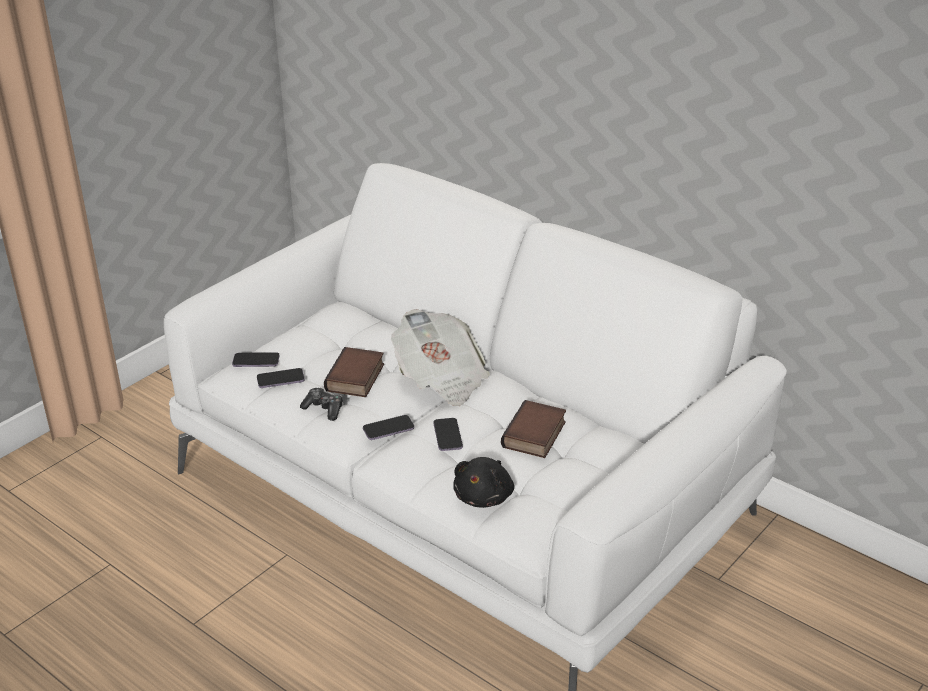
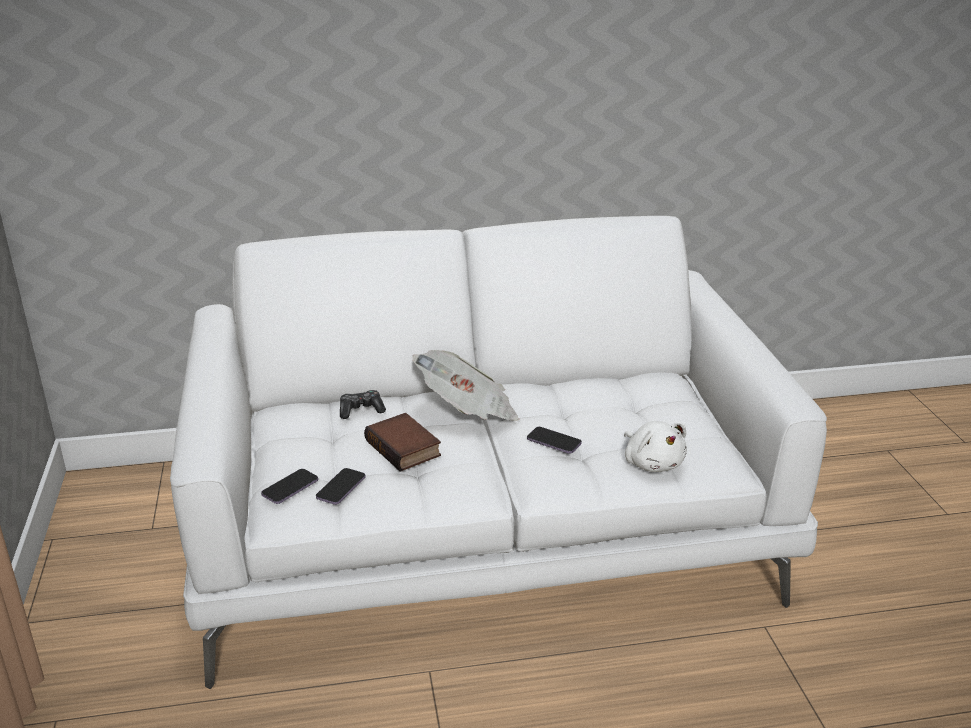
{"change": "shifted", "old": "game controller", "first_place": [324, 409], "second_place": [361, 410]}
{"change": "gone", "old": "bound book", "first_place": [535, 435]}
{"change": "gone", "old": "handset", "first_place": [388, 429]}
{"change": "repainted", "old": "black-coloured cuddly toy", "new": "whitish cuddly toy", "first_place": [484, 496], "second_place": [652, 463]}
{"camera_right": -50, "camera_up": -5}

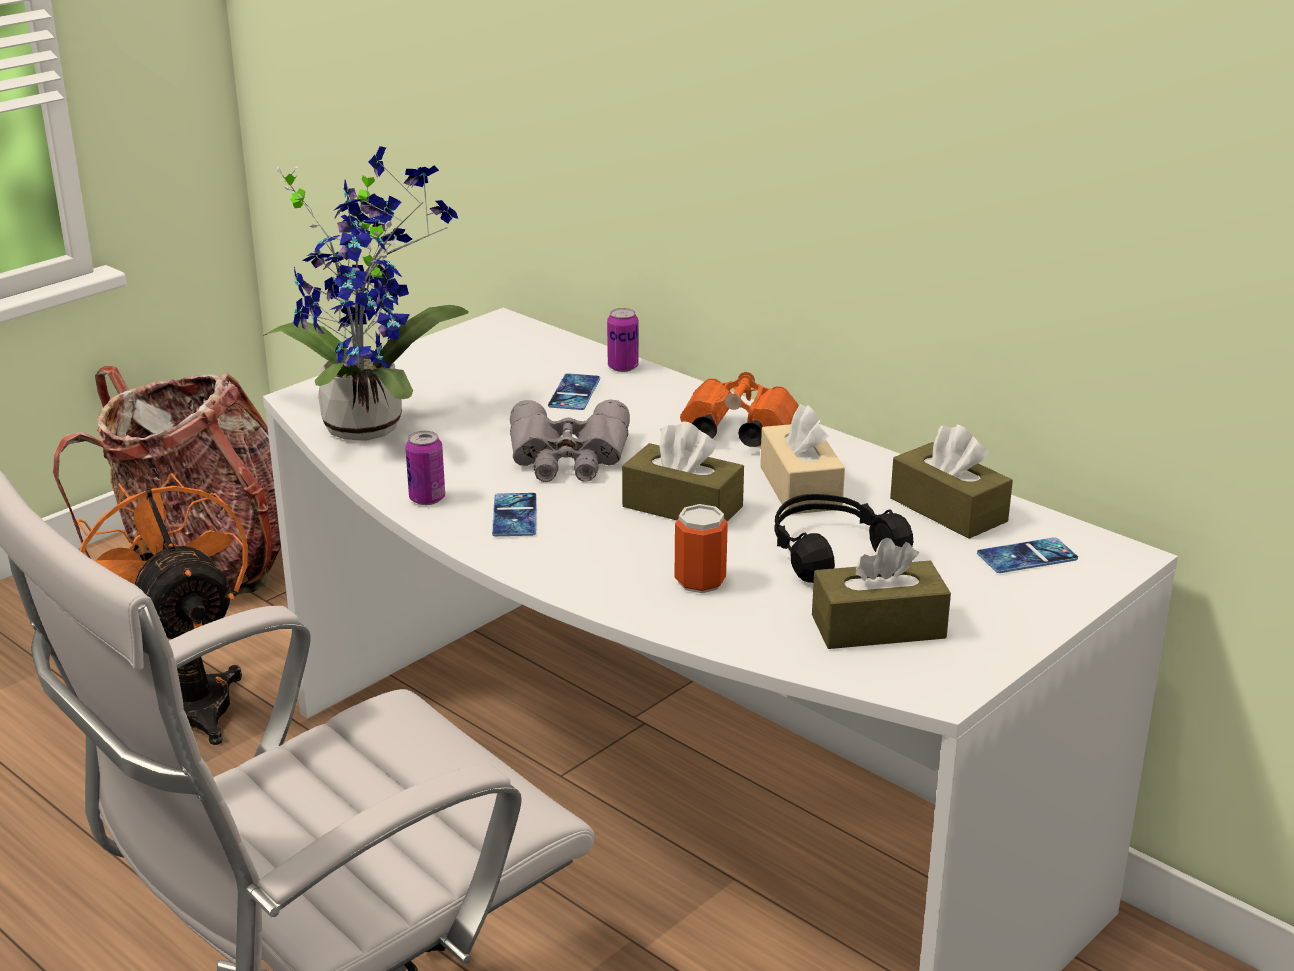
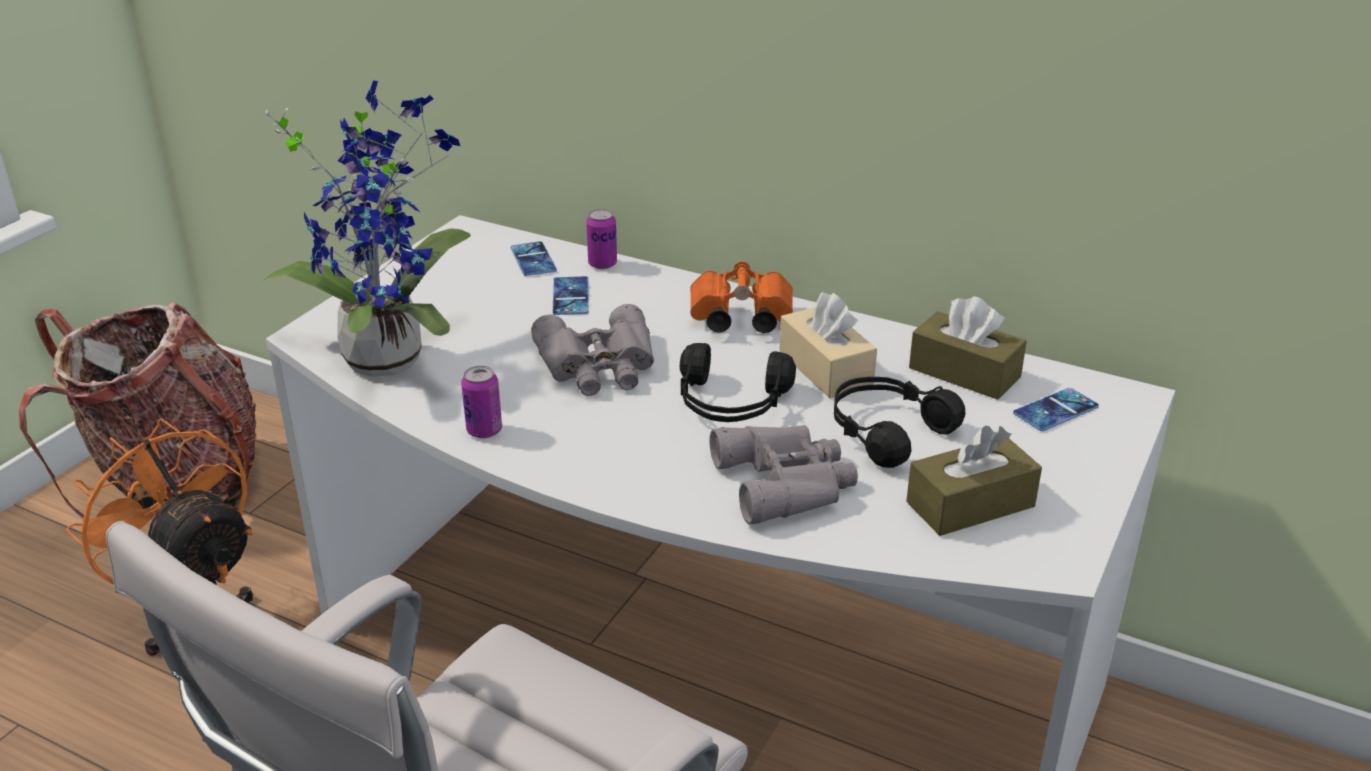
{"change": "swapped", "old": "brown-coloured tissue holder", "new": "black-coloured headphones", "first_place": [682, 507], "second_place": [730, 404]}
{"change": "shifted", "old": "handset", "first_place": [514, 515], "second_place": [533, 259]}
{"change": "swapped", "old": "metal can", "new": "grey binoculars", "first_place": [700, 581], "second_place": [787, 482]}
{"camera_right": -15, "camera_up": 5}

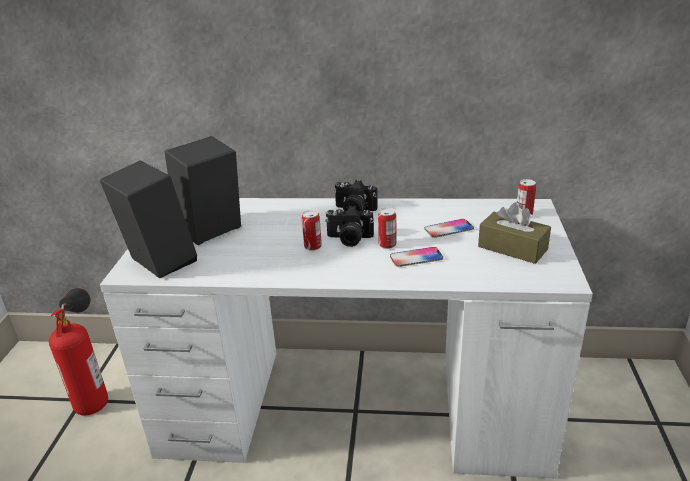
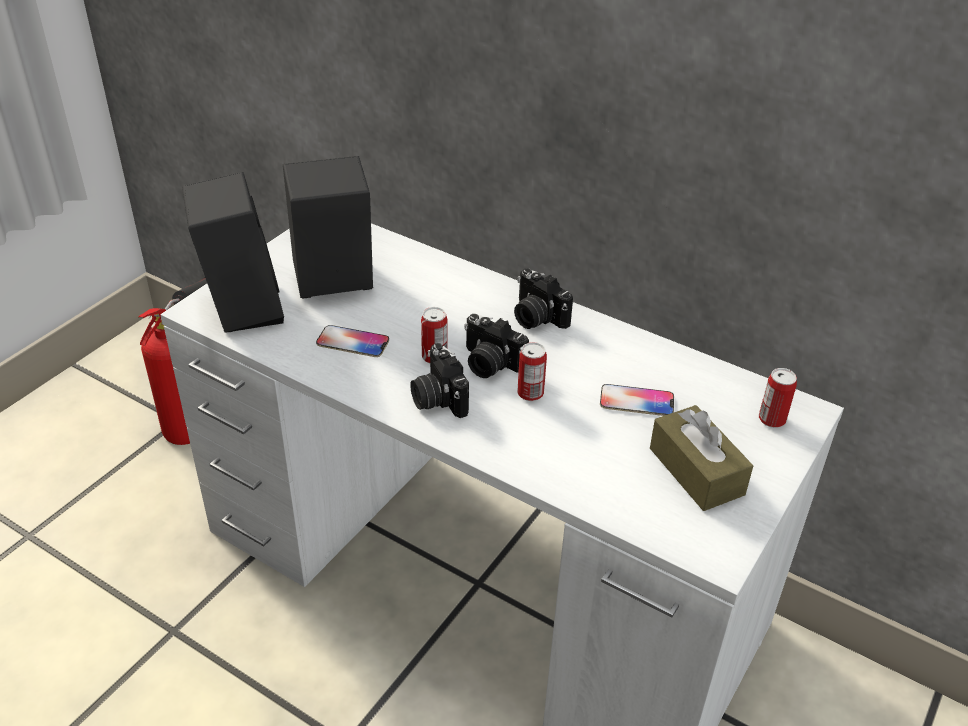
{"change": "shifted", "old": "handset", "first_place": [416, 258], "second_place": [353, 342]}
{"change": "new", "new": "photo camera", "second_place": [437, 398]}
{"camera_right": 25, "camera_up": 10}

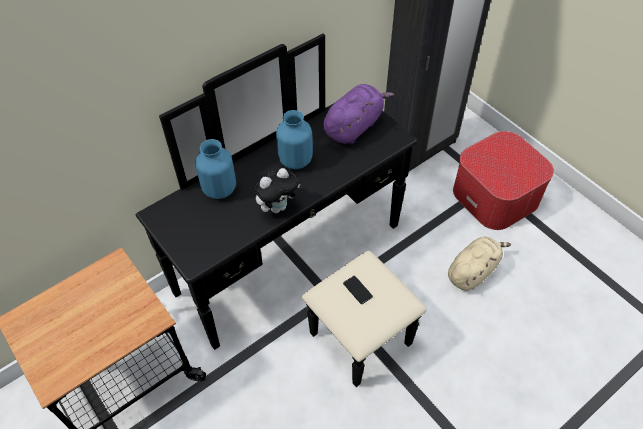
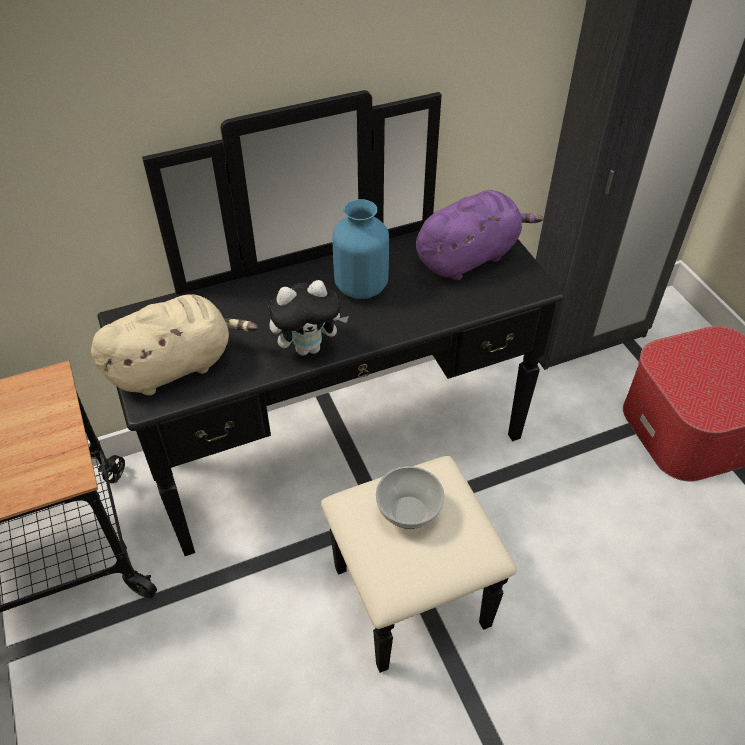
{"change": "gone", "old": "blue flower vase", "first_place": [220, 189]}
{"change": "shifted", "old": "sand-coloured cuddly toy", "first_place": [473, 271], "second_place": [176, 366]}
{"change": "swapped", "old": "handset", "new": "bowl", "first_place": [357, 290], "second_place": [409, 511]}
{"camera_right": 15, "camera_up": -5}

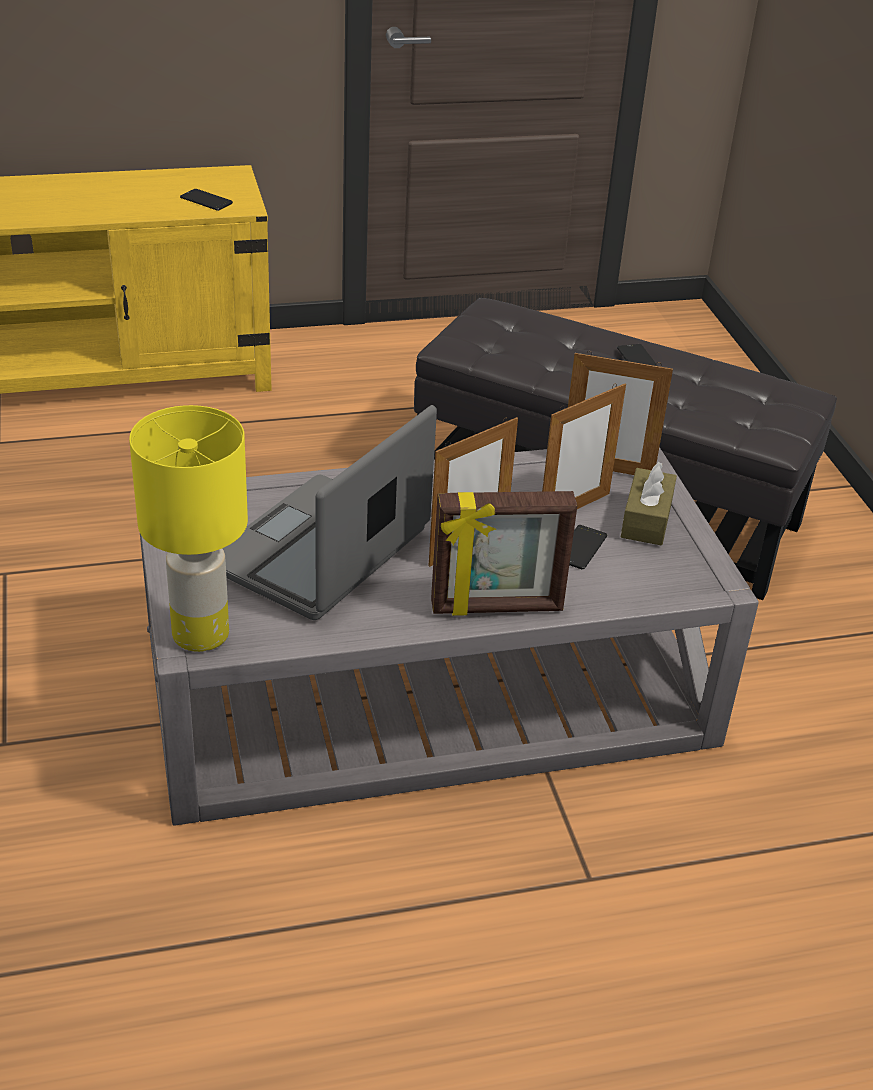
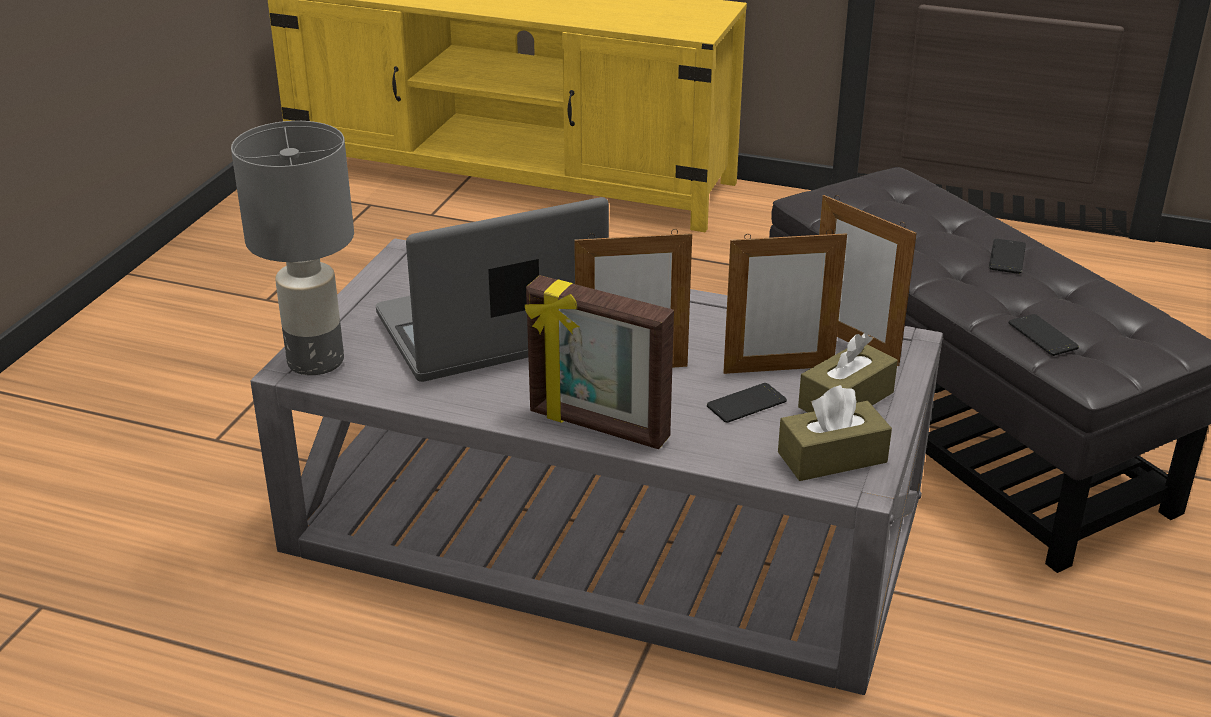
{"change": "shifted", "old": "handset", "first_place": [206, 200], "second_place": [1042, 336]}
{"change": "repainted", "old": "yellowish tabletop lamp", "new": "grey tabletop lamp", "first_place": [199, 634], "second_place": [314, 361]}
{"change": "new", "new": "brown-coloured tissue holder", "second_place": [832, 457]}
{"camera_right": 35, "camera_up": -5}

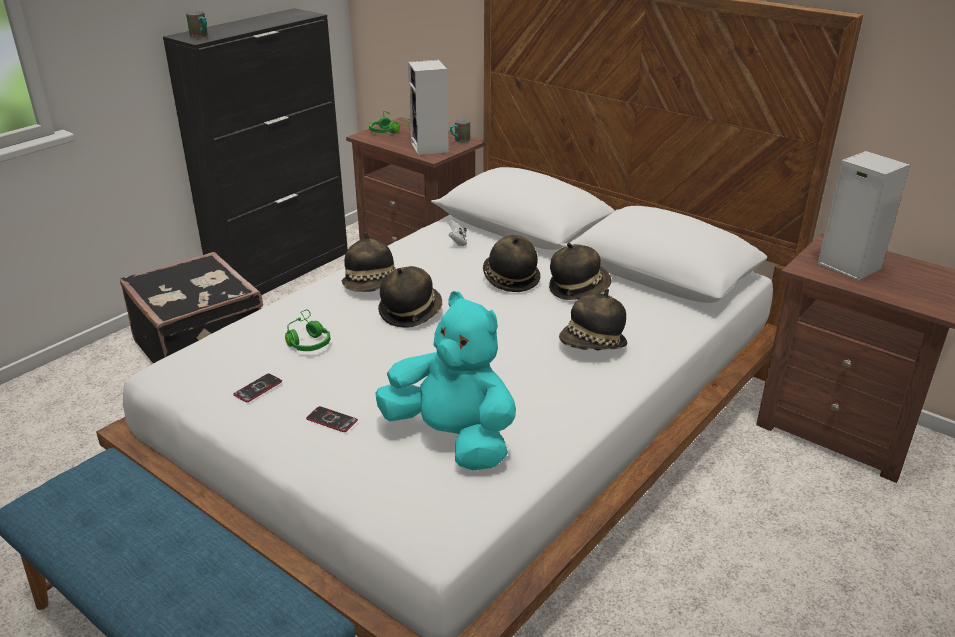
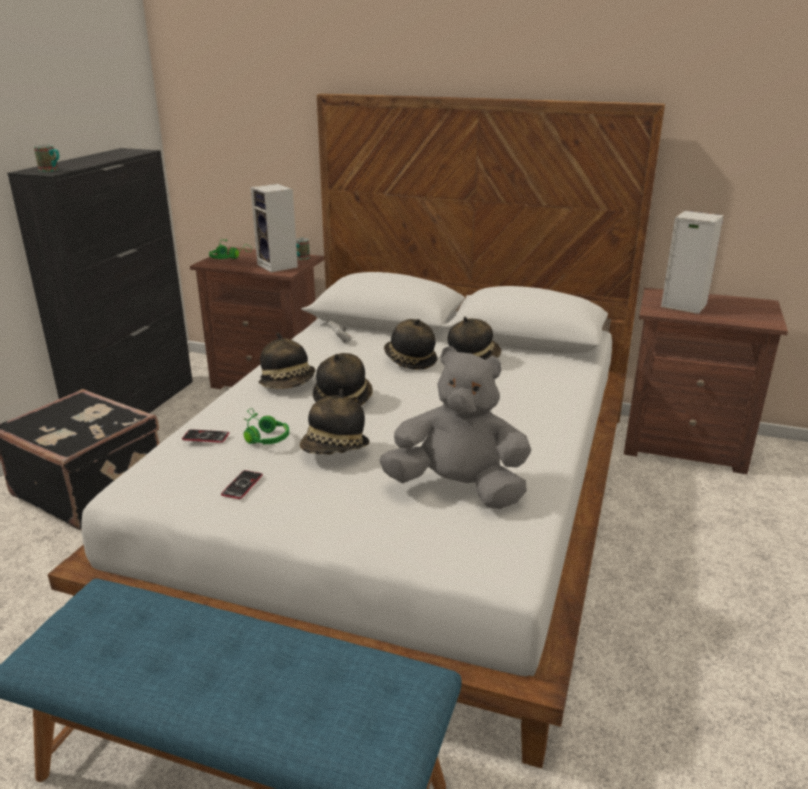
{"change": "shifted", "old": "wearable hat", "first_place": [592, 345], "second_place": [335, 450]}
{"change": "repainted", "old": "turquoise cuddly toy", "new": "grey cuddly toy", "first_place": [453, 438], "second_place": [458, 489]}
{"change": "shifted", "old": "handset", "first_place": [332, 420], "second_place": [205, 437]}
{"camera_right": -20, "camera_up": -5}

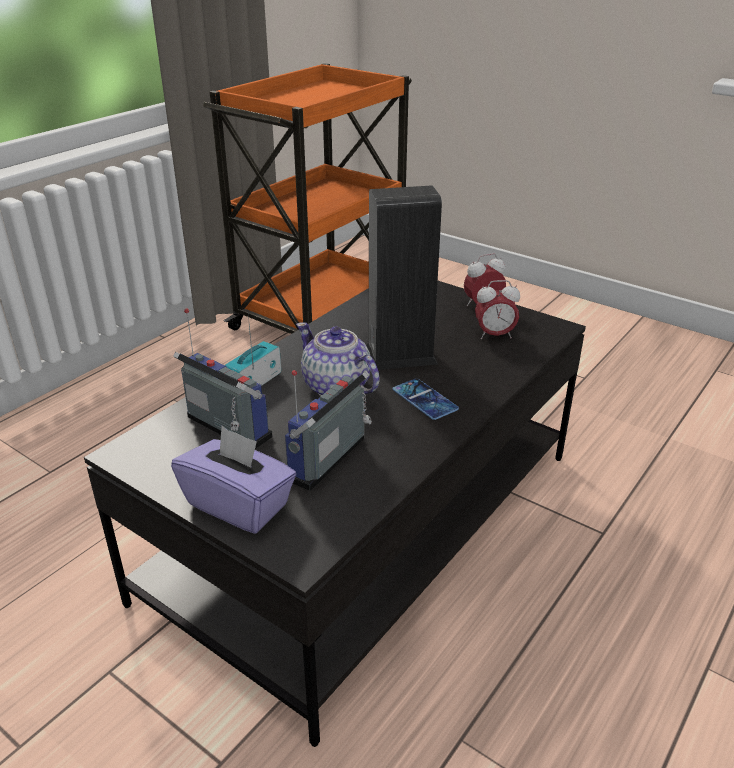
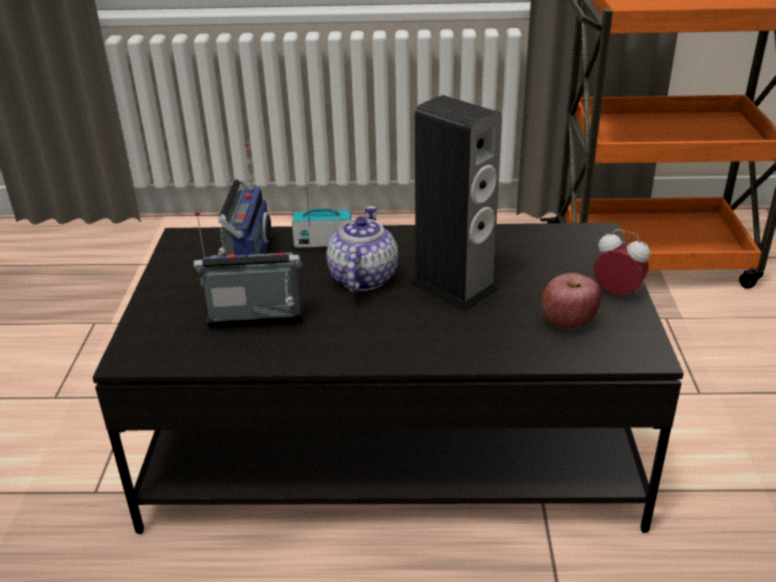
{"change": "swapped", "old": "bedside clock", "new": "apple fruit", "first_place": [494, 335], "second_place": [567, 322]}
{"change": "gone", "old": "handset", "first_place": [424, 399]}
{"change": "gone", "old": "purple-coloured tissue holder", "first_place": [239, 504]}
{"camera_right": 55, "camera_up": 0}

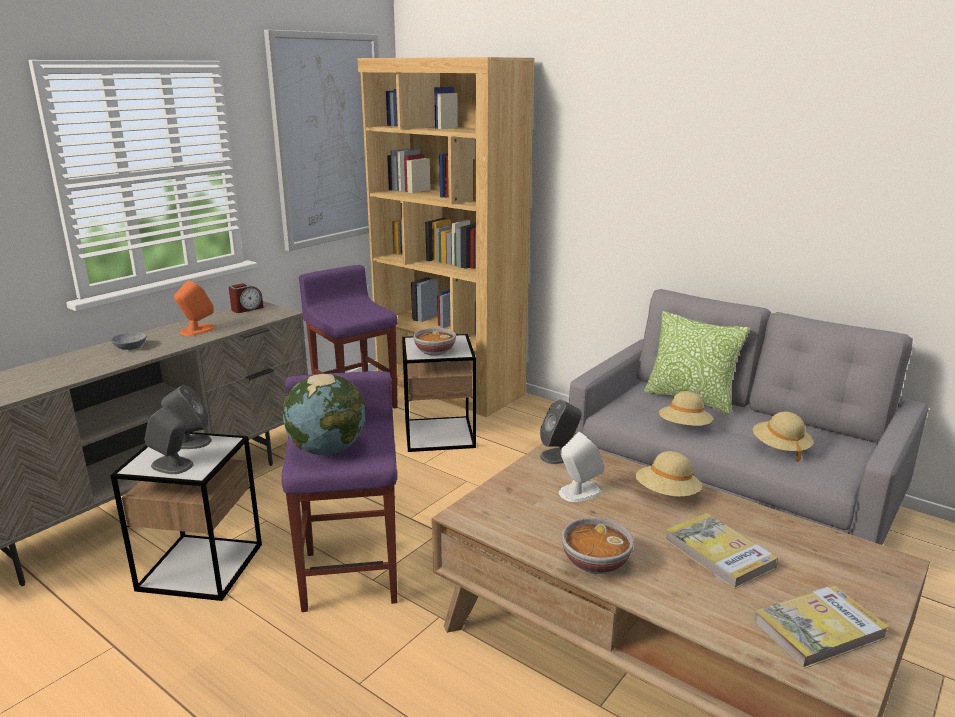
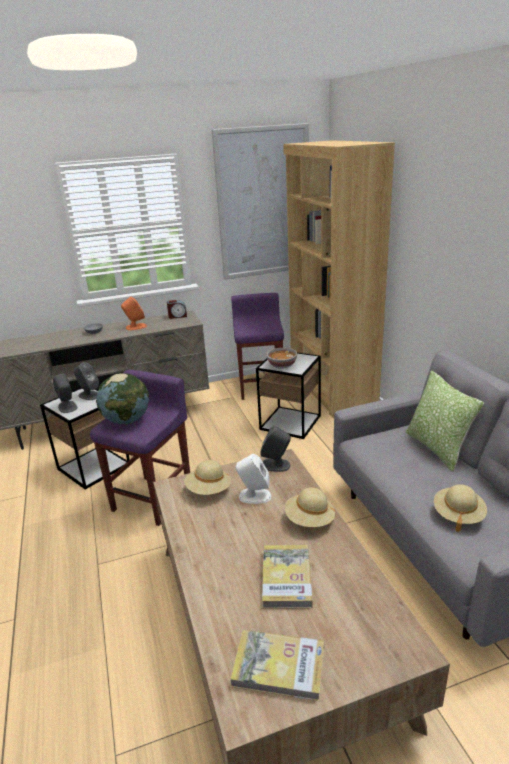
{"change": "shifted", "old": "sand-coloured wearable hat", "first_place": [684, 427], "second_place": [208, 490]}
{"change": "gone", "old": "bowl", "first_place": [595, 563]}
{"camera_right": 35, "camera_up": 5}

